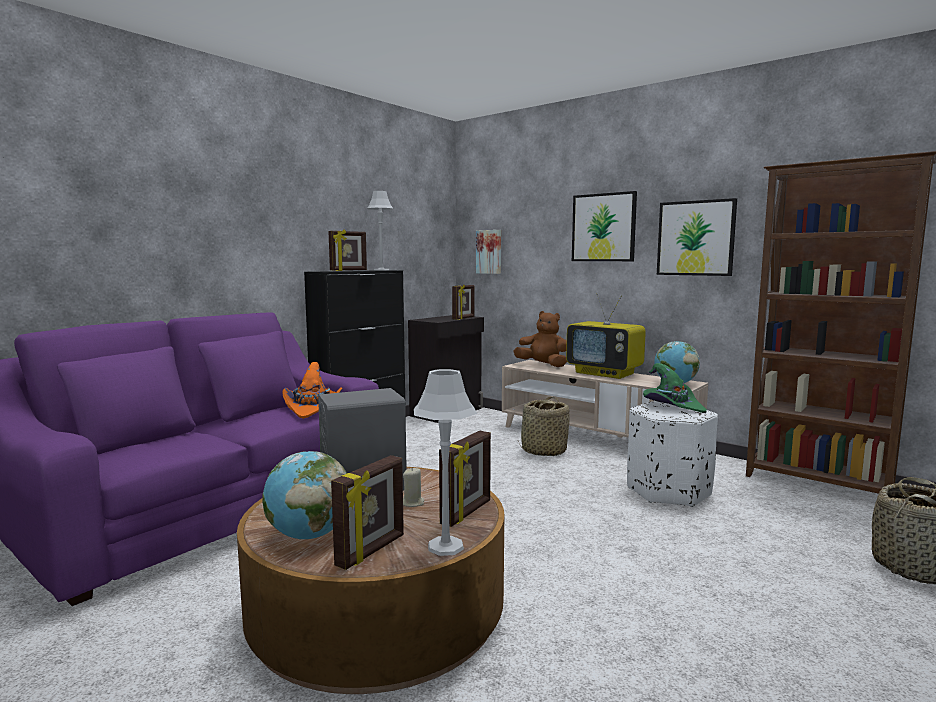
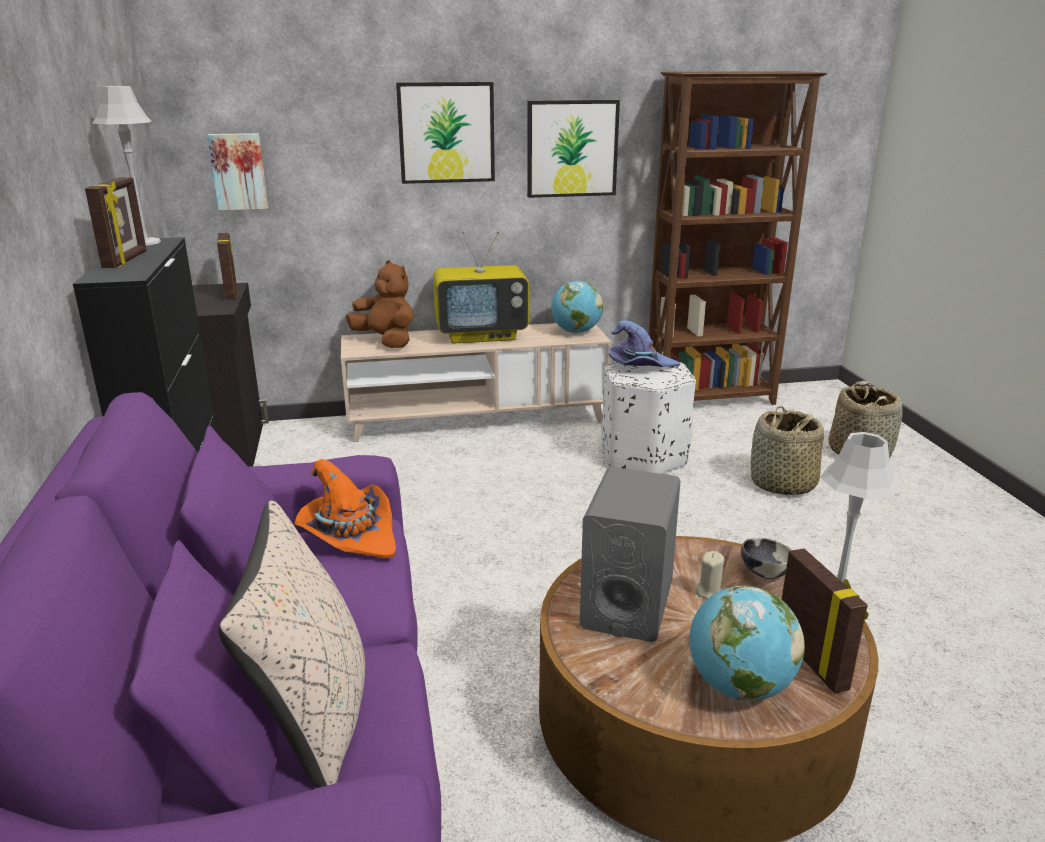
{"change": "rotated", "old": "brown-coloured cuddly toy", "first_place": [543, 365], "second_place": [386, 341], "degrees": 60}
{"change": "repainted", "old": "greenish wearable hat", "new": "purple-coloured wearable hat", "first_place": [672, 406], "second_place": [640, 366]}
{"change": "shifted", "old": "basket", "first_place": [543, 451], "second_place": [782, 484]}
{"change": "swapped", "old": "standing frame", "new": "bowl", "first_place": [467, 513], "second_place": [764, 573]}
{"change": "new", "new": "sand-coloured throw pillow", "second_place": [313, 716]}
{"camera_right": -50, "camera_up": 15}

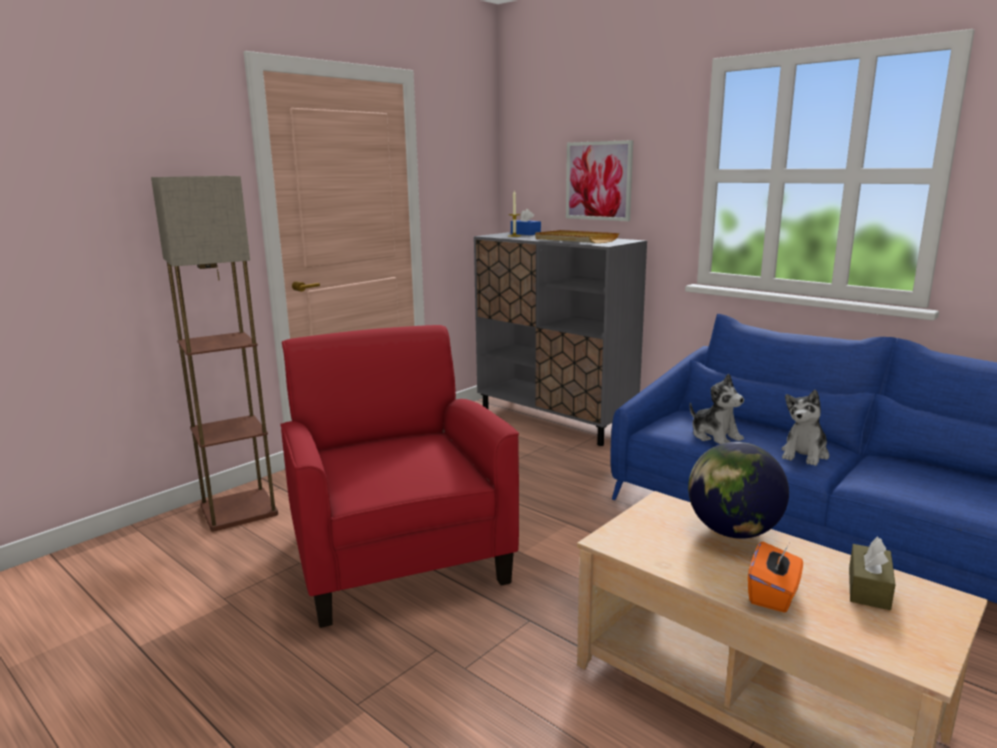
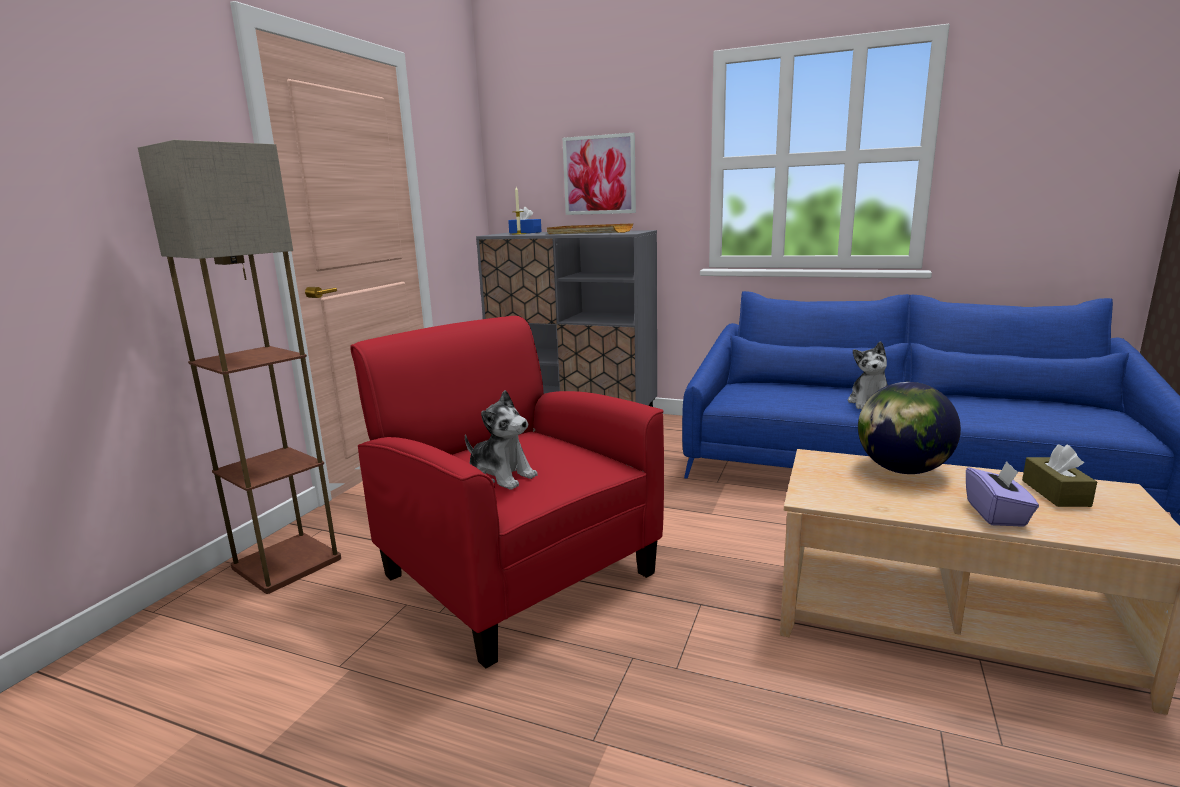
{"change": "shifted", "old": "cuddly toy", "first_place": [715, 436], "second_place": [501, 476]}
{"change": "repainted", "old": "orangey tissue holder", "new": "purple-coloured tissue holder", "first_place": [773, 594], "second_place": [996, 514]}
{"camera_right": -20, "camera_up": 0}

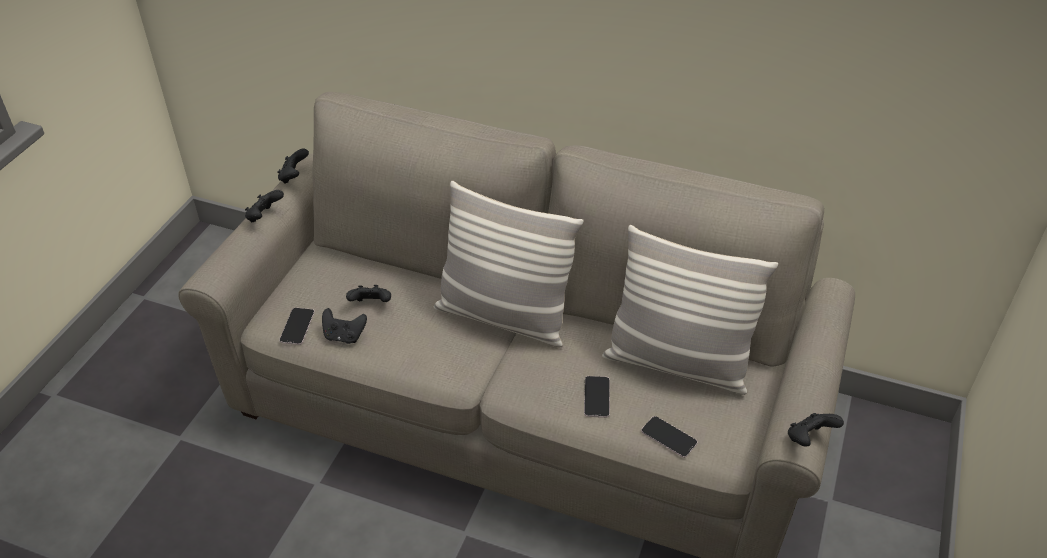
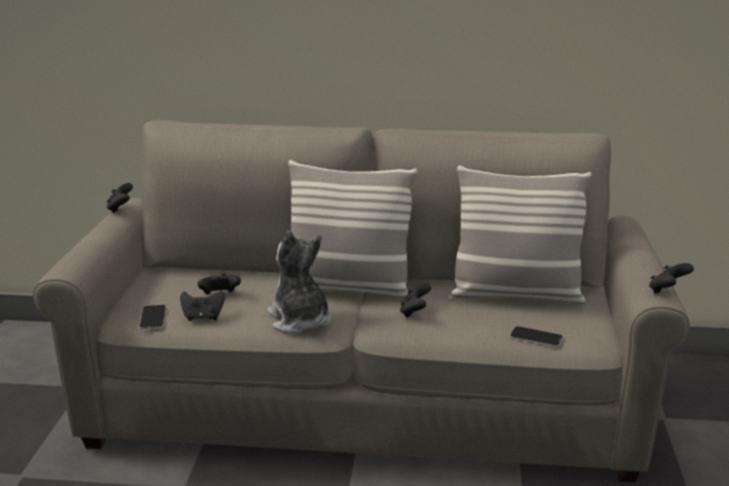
{"change": "shifted", "old": "black-coloured game controller", "first_place": [264, 217], "second_place": [414, 312]}
{"change": "gone", "old": "handset", "first_place": [596, 397]}
{"change": "new", "new": "cuddly toy", "second_place": [300, 320]}
{"camera_right": -15, "camera_up": -20}

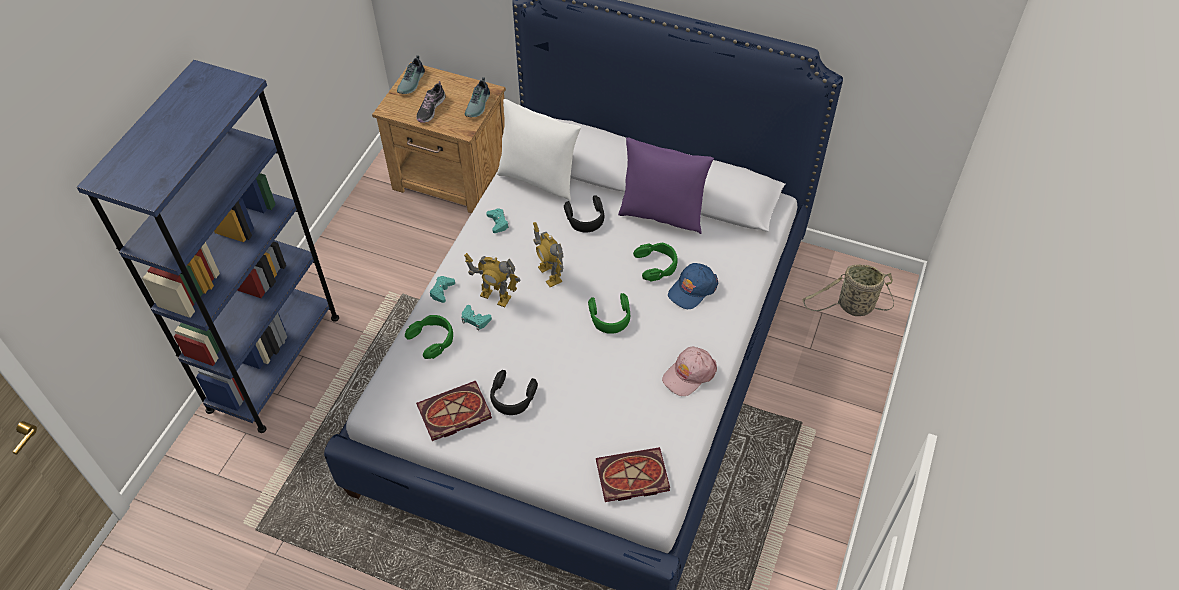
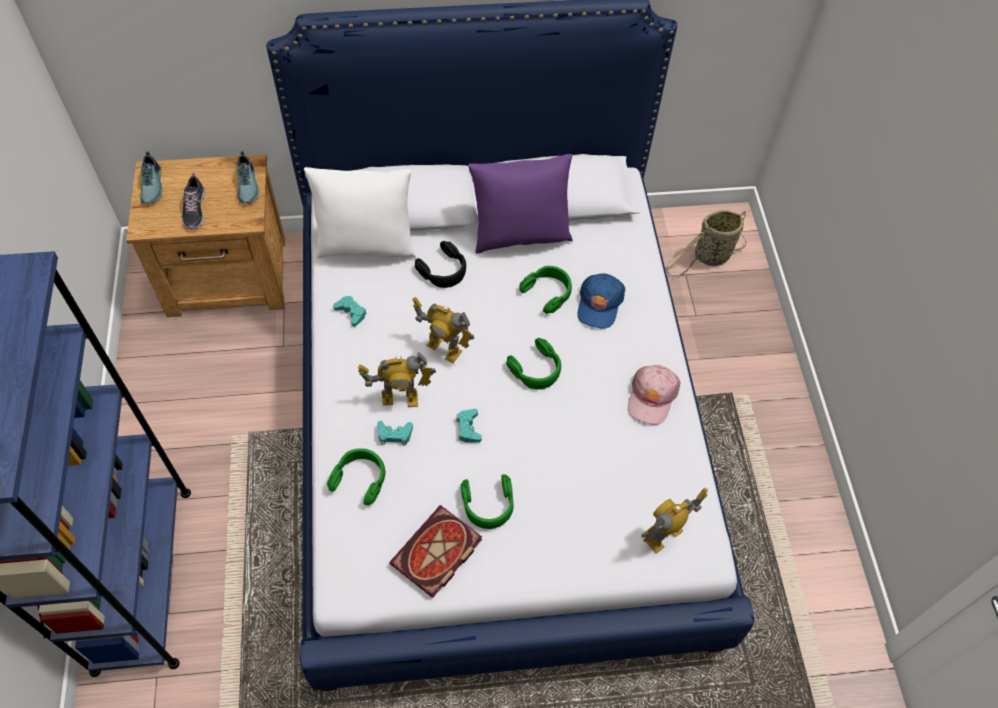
{"change": "shifted", "old": "turquoise game controller", "first_place": [442, 291], "second_place": [468, 428]}
{"change": "repainted", "old": "black-coloured headphones", "new": "greenish headphones", "first_place": [512, 397], "second_place": [488, 505]}
{"change": "swapped", "old": "bound book", "new": "robot figure", "first_place": [631, 477], "second_place": [664, 536]}
{"camera_right": -30, "camera_up": 5}

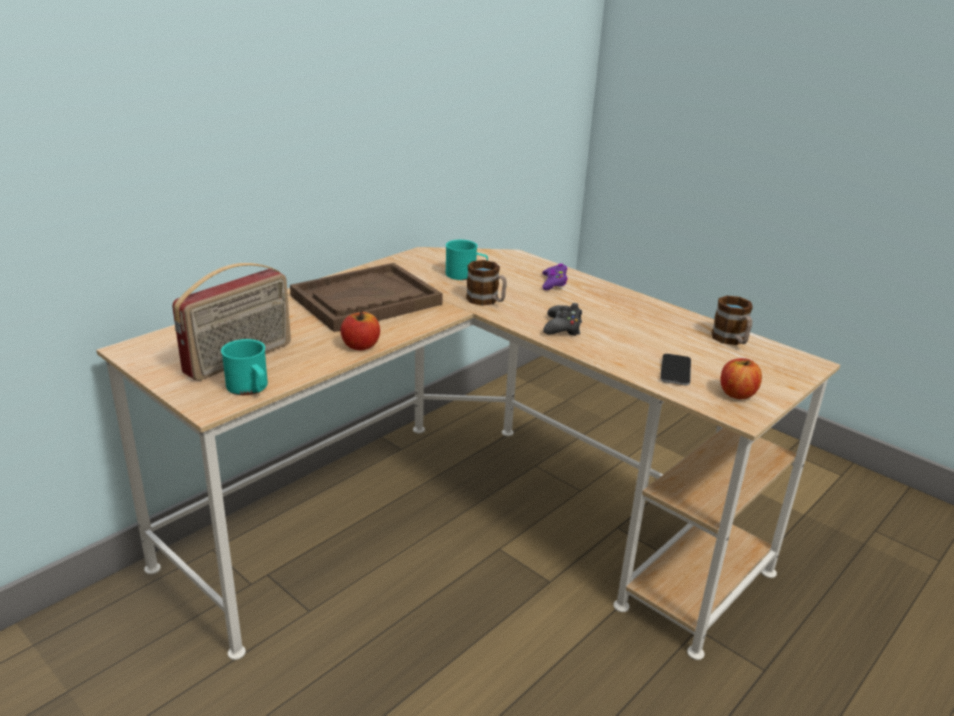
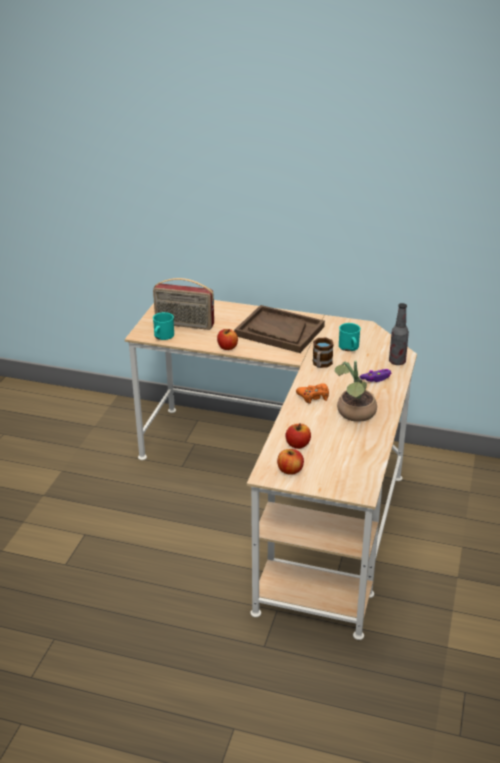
{"change": "gone", "old": "coffee mug", "first_place": [731, 340]}
{"change": "repainted", "old": "black-coloured game controller", "new": "orangey game controller", "first_place": [562, 327], "second_place": [314, 396]}
{"change": "swapped", "old": "handset", "new": "apple fruit", "first_place": [675, 371], "second_place": [298, 444]}
{"change": "new", "new": "drink bottle", "second_place": [397, 362]}
{"change": "new", "new": "potted plant", "second_place": [354, 415]}
{"camera_right": 65, "camera_up": 5}

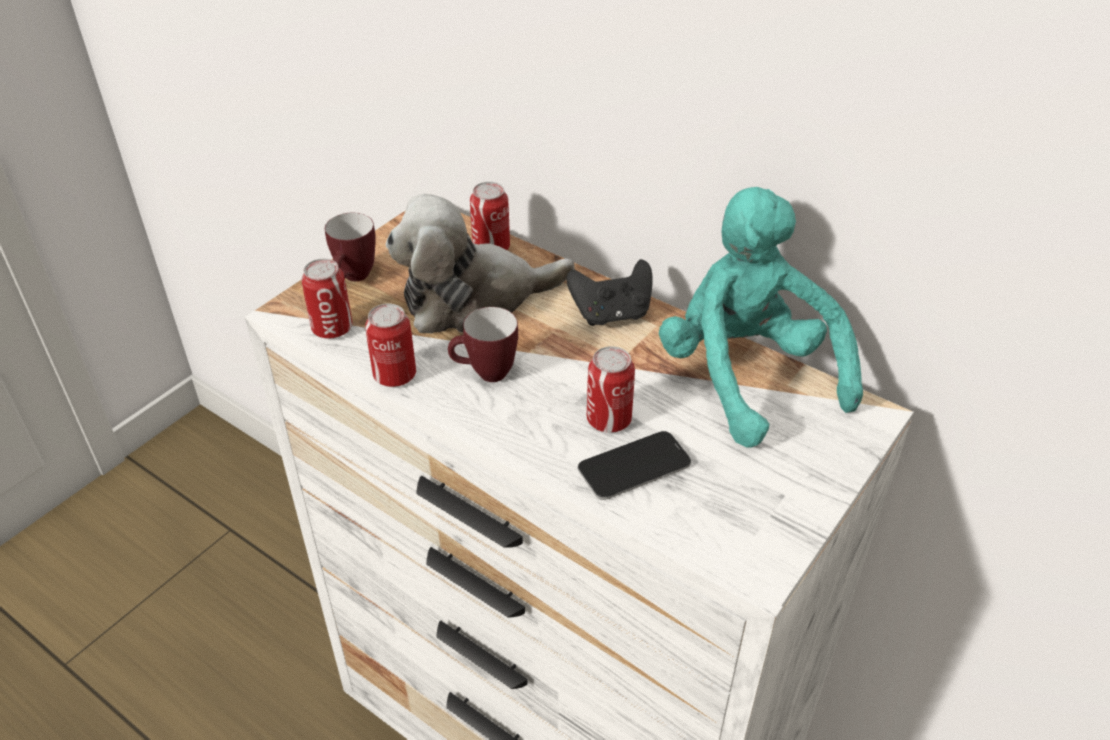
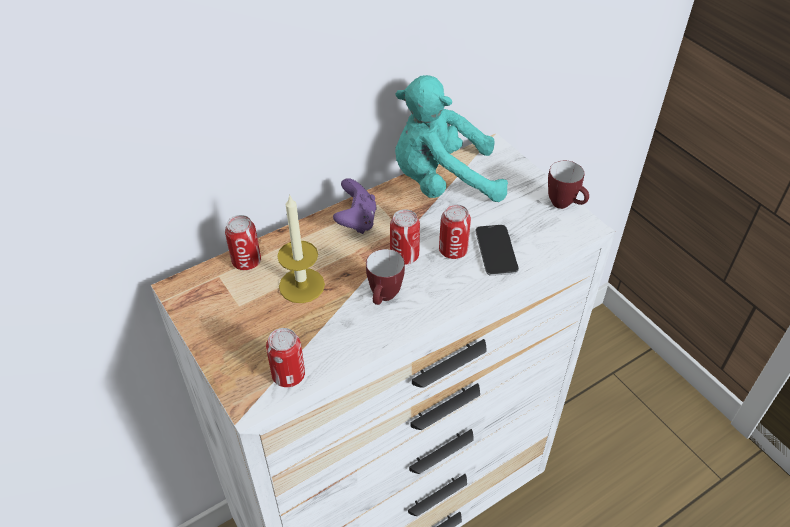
{"change": "swapped", "old": "cuddly toy", "new": "candle", "first_place": [473, 300], "second_place": [301, 285]}
{"change": "shifted", "old": "coffee mug", "first_place": [354, 279], "second_place": [565, 205]}
{"change": "repainted", "old": "black-coloured game controller", "new": "purple-coloured game controller", "first_place": [611, 314], "second_place": [356, 221]}
{"change": "shifted", "old": "metal can", "first_place": [395, 375], "second_place": [404, 256]}
{"camera_right": -70, "camera_up": 5}

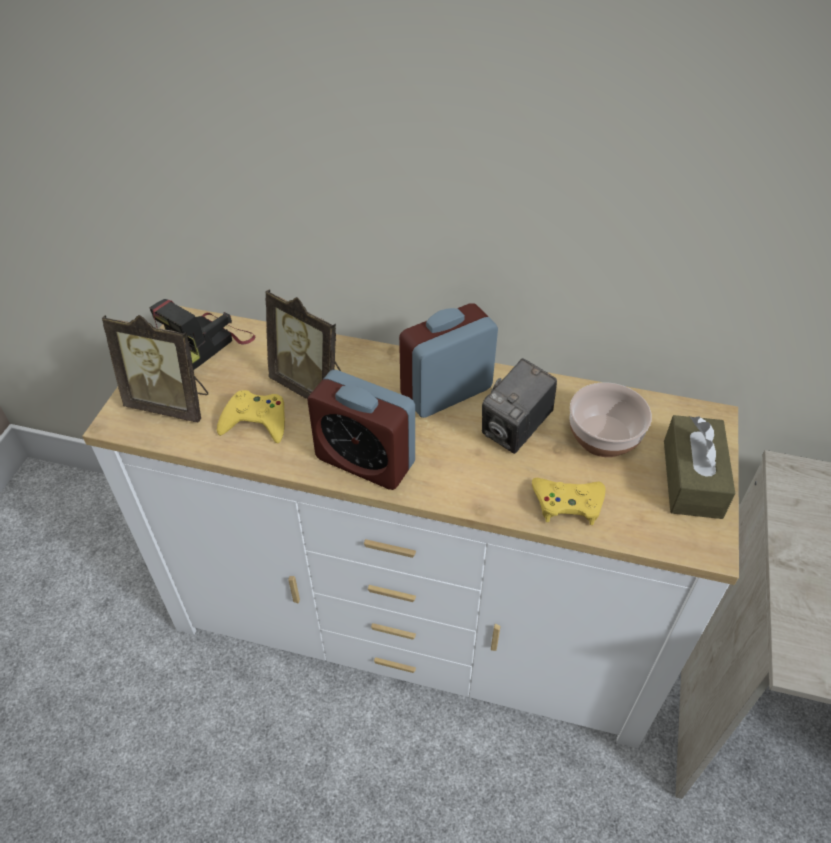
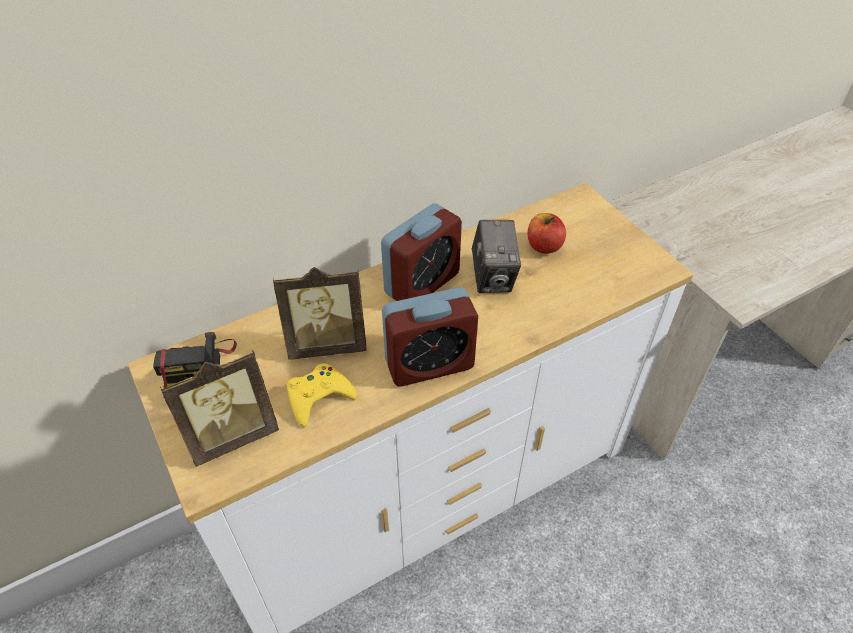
{"change": "rotated", "old": "bedside clock", "first_place": [446, 392], "second_place": [422, 283], "degrees": -150}
{"change": "swapped", "old": "bowl", "new": "apple fruit", "first_place": [604, 436], "second_place": [544, 246]}
{"change": "gone", "old": "brown-coloured tissue holder", "first_place": [692, 478]}
{"change": "gone", "old": "yellowish game controller", "first_place": [568, 503]}
{"camera_right": -45, "camera_up": 0}

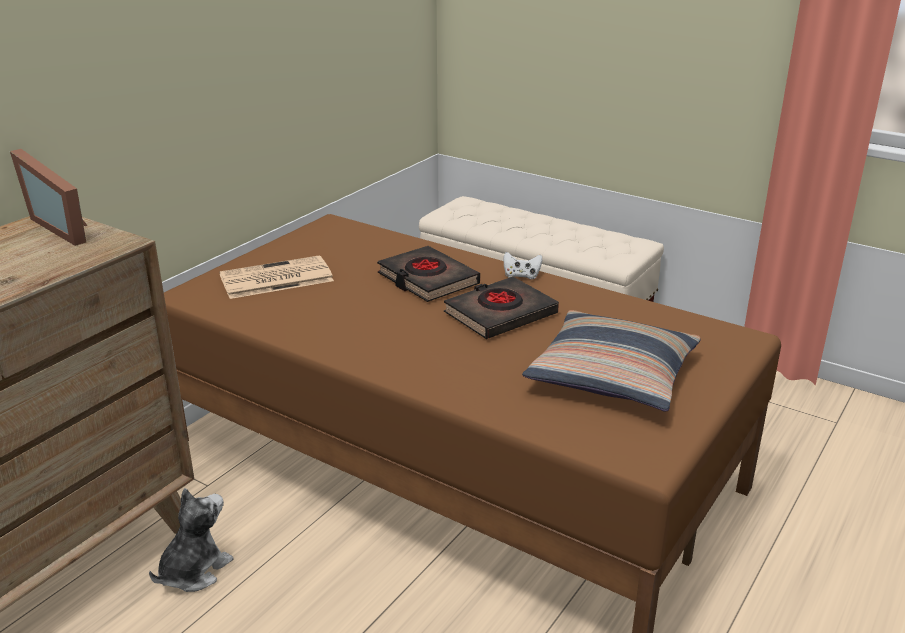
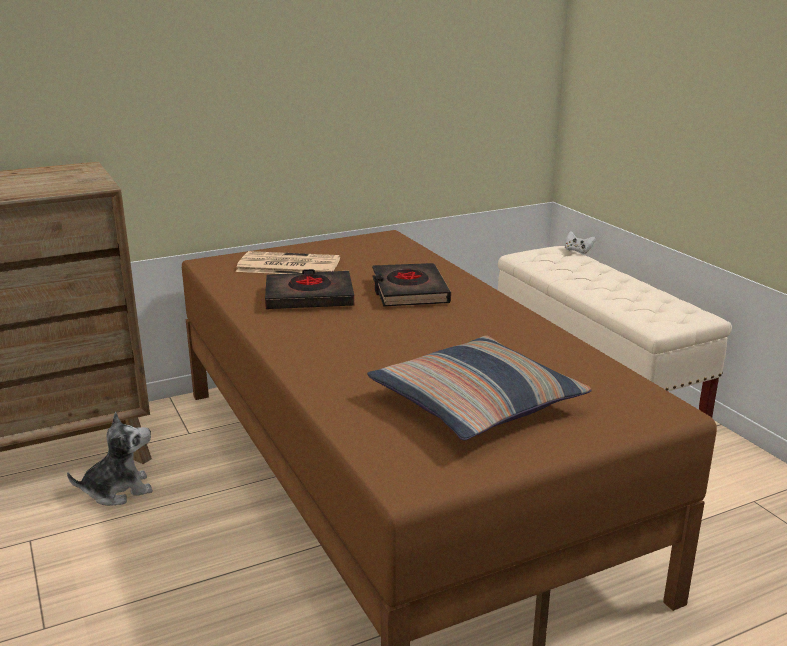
{"change": "gone", "old": "standing frame", "first_place": [65, 226]}
{"change": "shifted", "old": "whitish game controller", "first_place": [521, 276], "second_place": [578, 251]}
{"change": "shifted", "old": "black-coloured bound book", "first_place": [500, 314], "second_place": [309, 297]}
{"camera_right": 30, "camera_up": -5}

